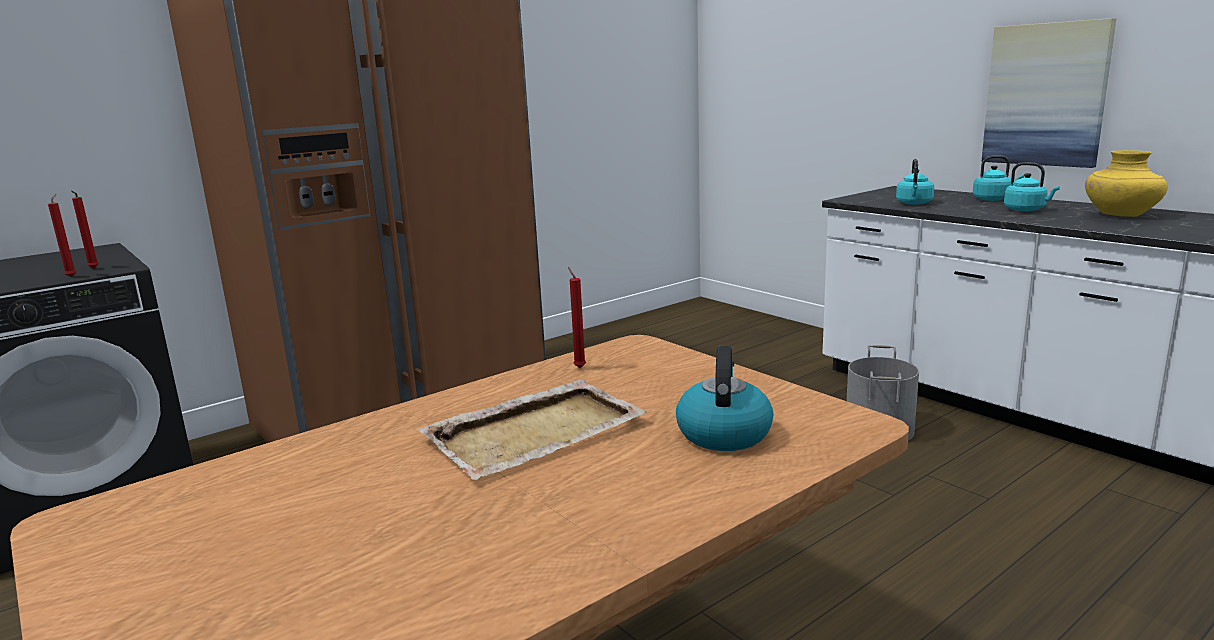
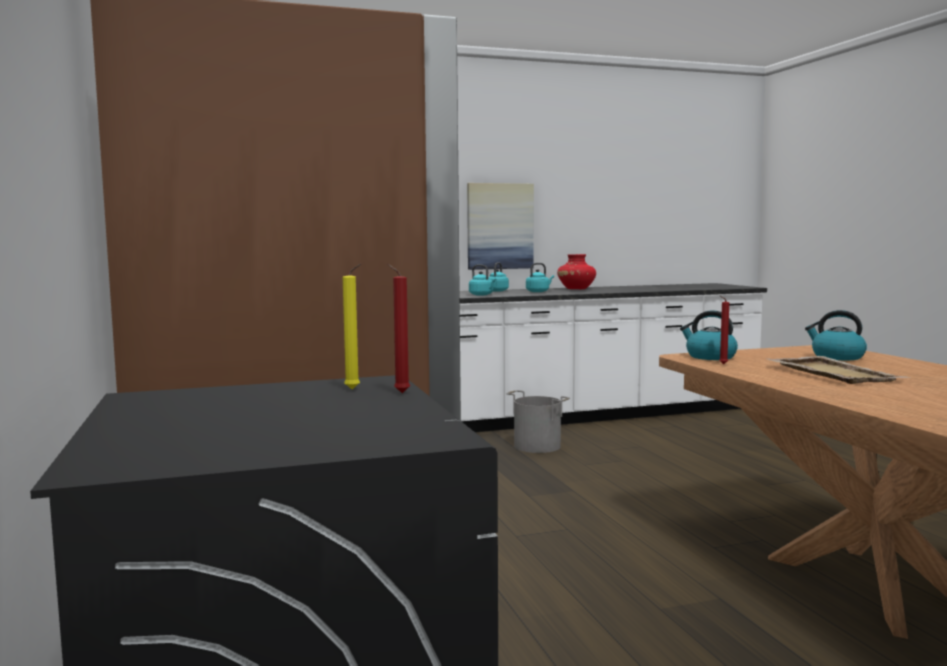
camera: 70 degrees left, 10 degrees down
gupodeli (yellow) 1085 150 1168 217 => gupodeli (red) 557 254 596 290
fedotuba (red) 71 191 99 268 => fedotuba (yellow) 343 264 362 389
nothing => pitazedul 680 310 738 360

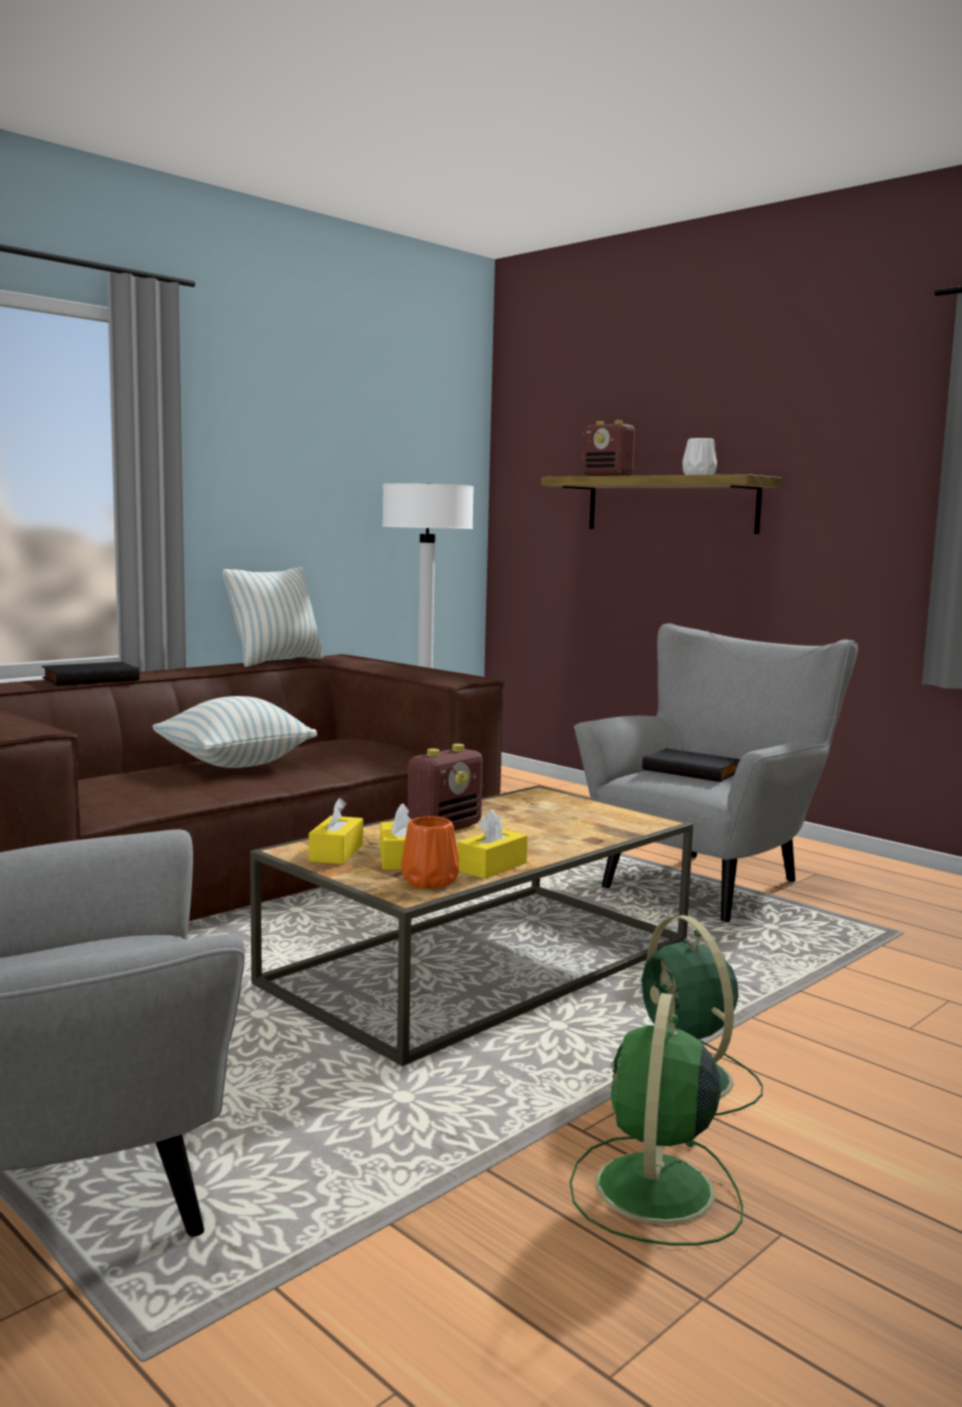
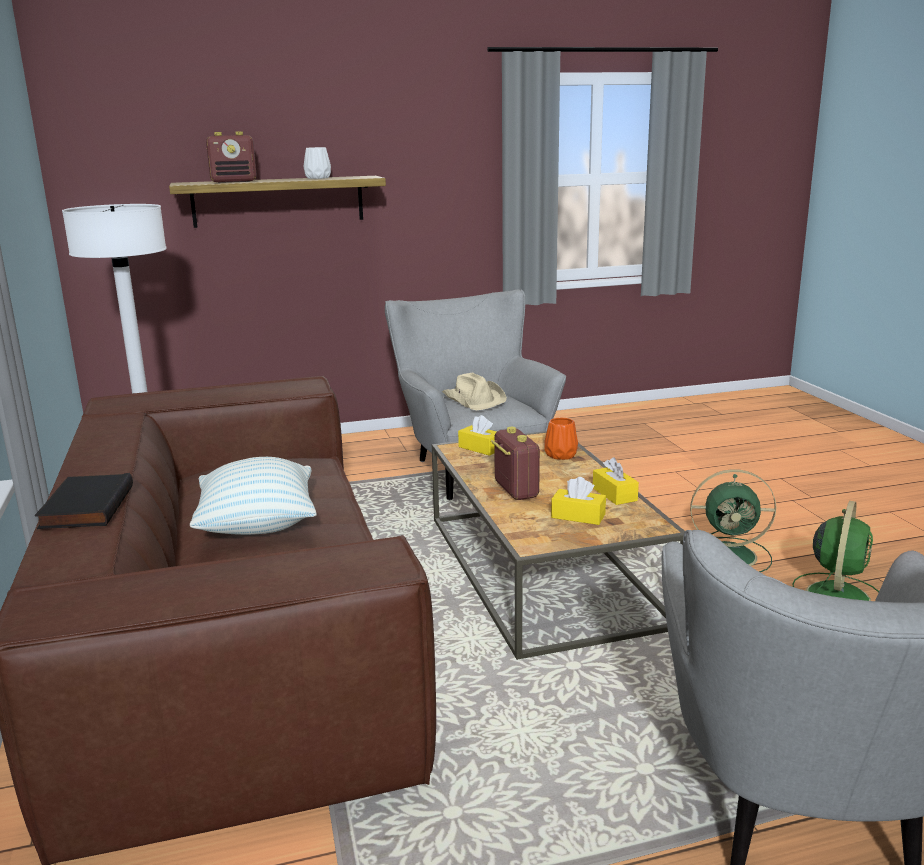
camera: 60 degrees left, 10 degrees up
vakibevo 223 567 324 667 => nothing
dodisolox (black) 642 748 741 782 => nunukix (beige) 442 373 507 410
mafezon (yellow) 309 798 363 864 => mafezon (yellow) 458 415 497 456, relocated
gupodeli (orange) 401 816 459 889 => gupodeli (orange) 544 418 578 460, relocated
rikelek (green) 570 993 743 1246 => rikelek (green) 792 501 879 601, 105 degrees counterclockwise

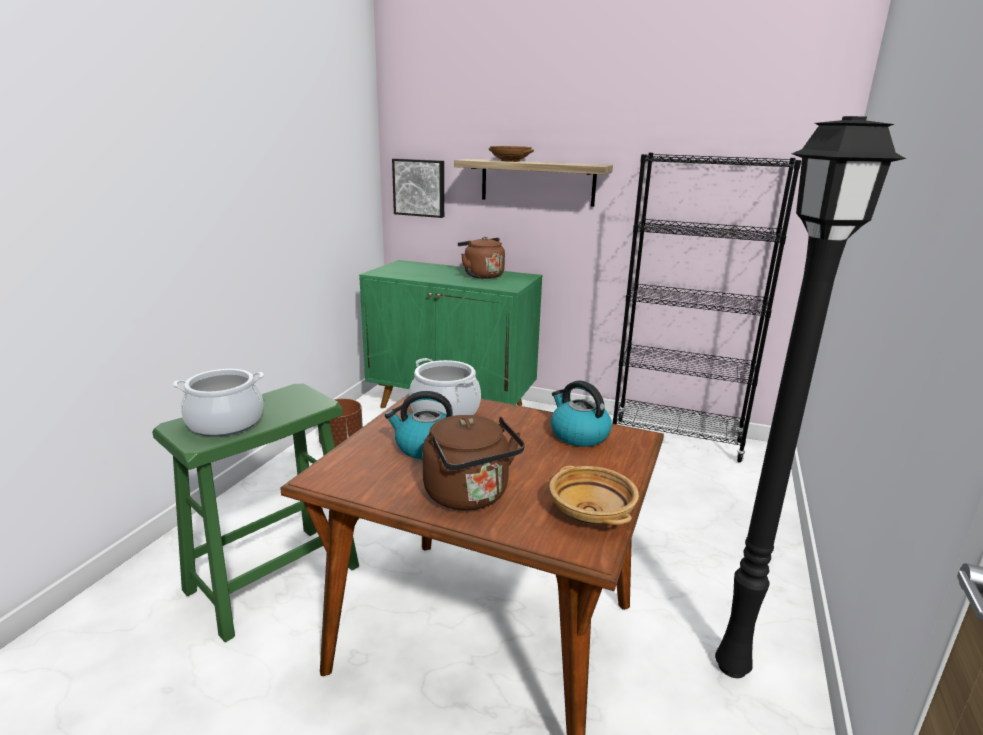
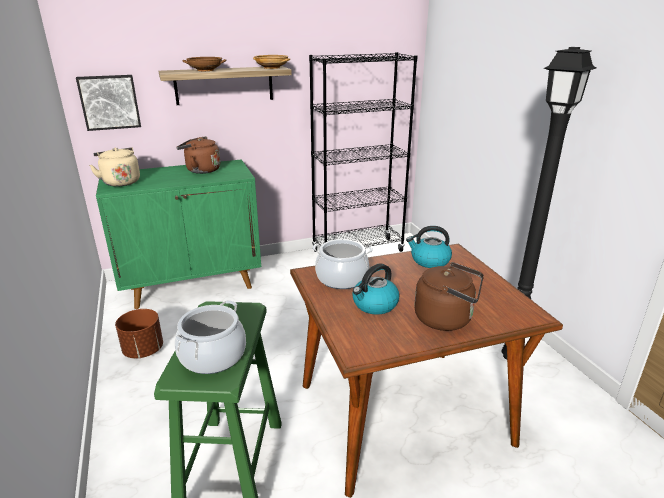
camera: 40 degrees left, 5 degrees up
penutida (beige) 549 466 639 525 => penutida (beige) 253 55 290 69, relocated
nothing => pitazedul (beige) 89 147 140 187

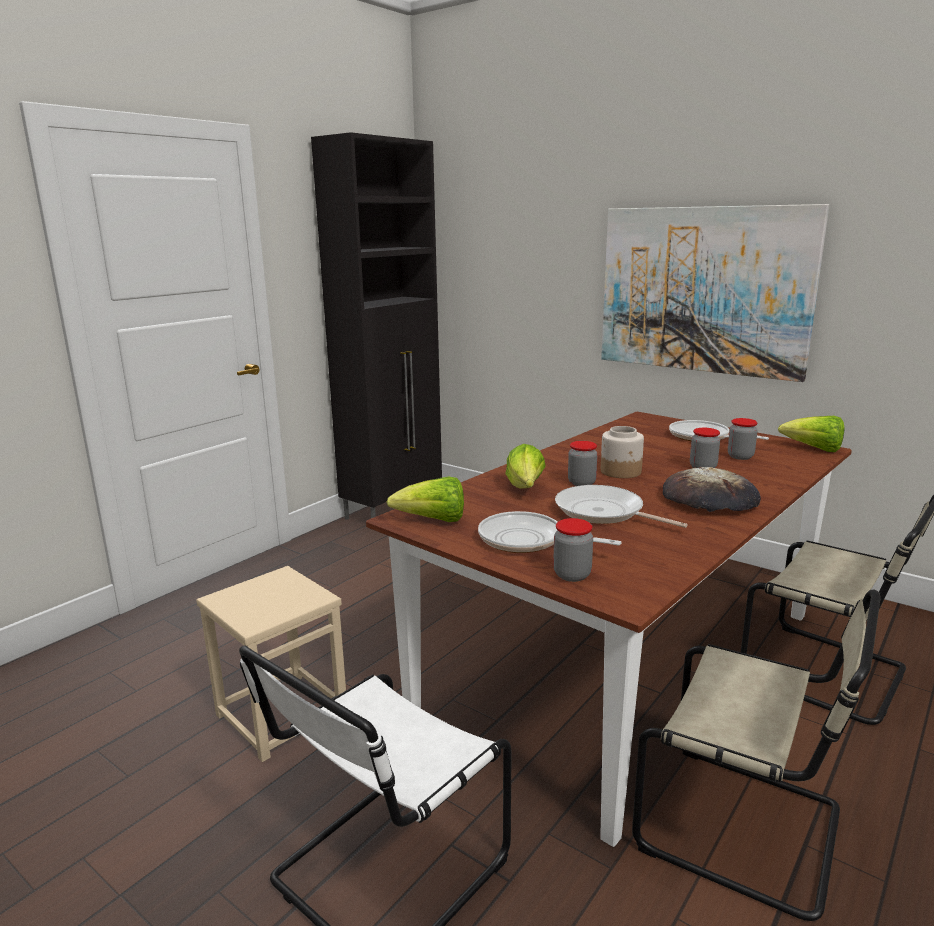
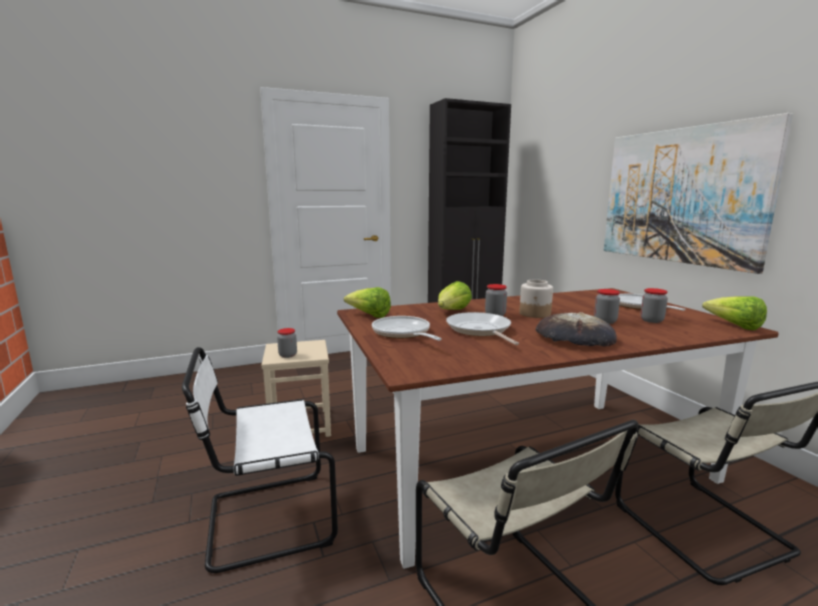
camera: 30 degrees right, 5 degrees down
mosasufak 553 518 593 582 => mosasufak 277 328 297 358, relocated

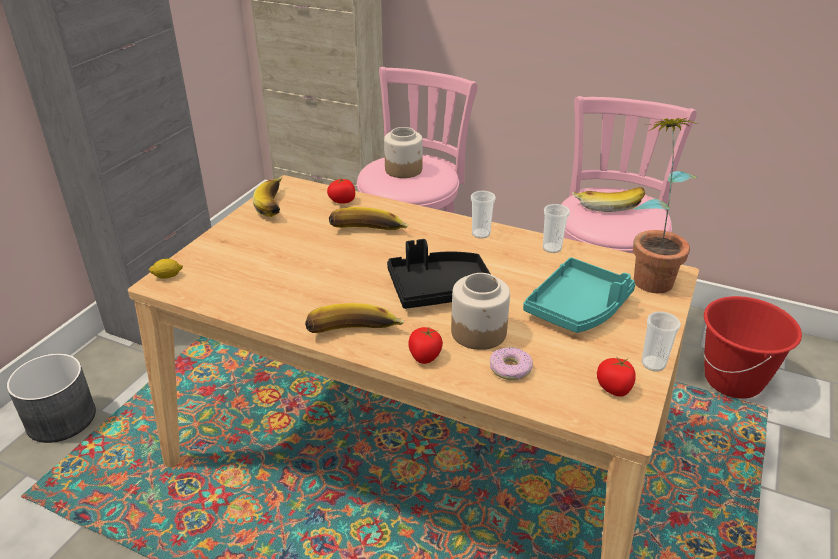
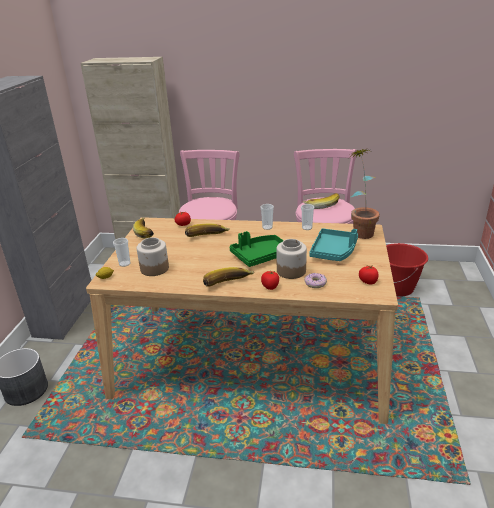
camera: 15 degrees left, 5 degrees down
mosasufak 384 127 423 178 => mosasufak 137 237 169 276, relocated
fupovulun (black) 387 239 490 309 => fupovulun (green) 230 231 284 267
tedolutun 642 312 681 372 => tedolutun 113 238 130 267, relocated

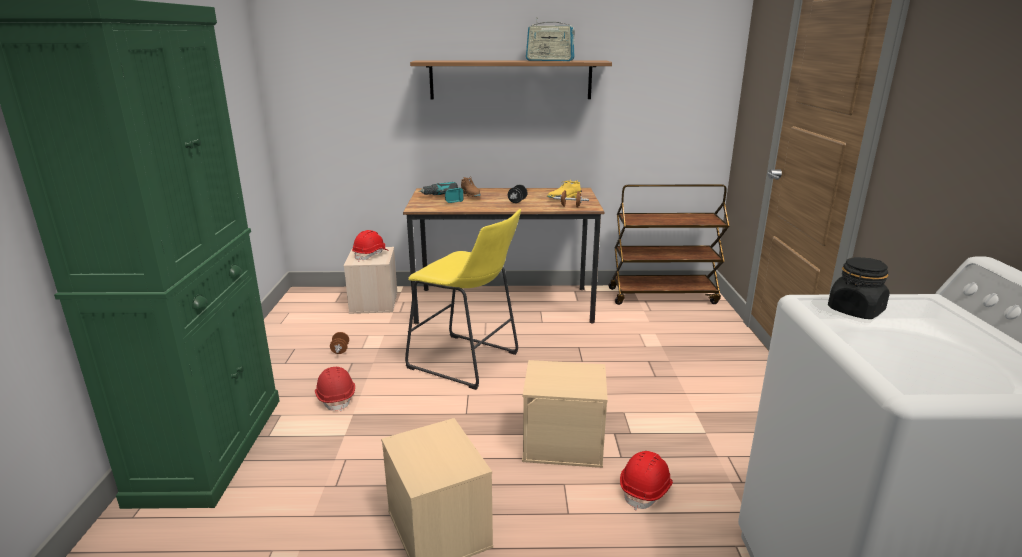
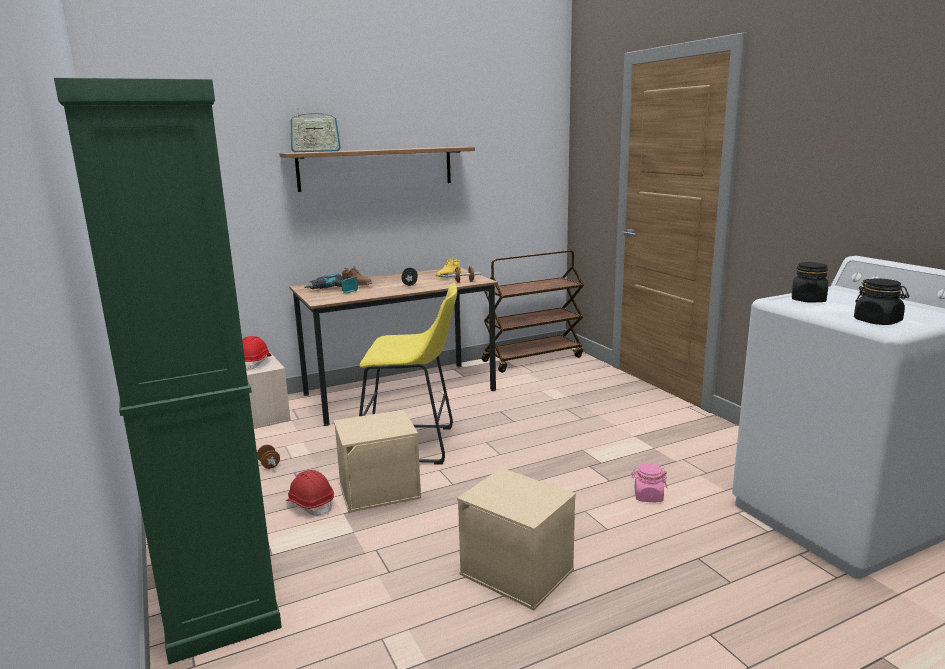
camera: 25 degrees left, 5 degrees down
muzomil 526 18 575 61 => muzomil 289 109 341 152, relocated
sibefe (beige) 522 360 608 468 => sibefe (beige) 334 410 422 513, relocated
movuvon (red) 620 451 673 511 => mosasufak (pink) 631 463 667 502
nothing => mosasufak (black) 854 279 909 325

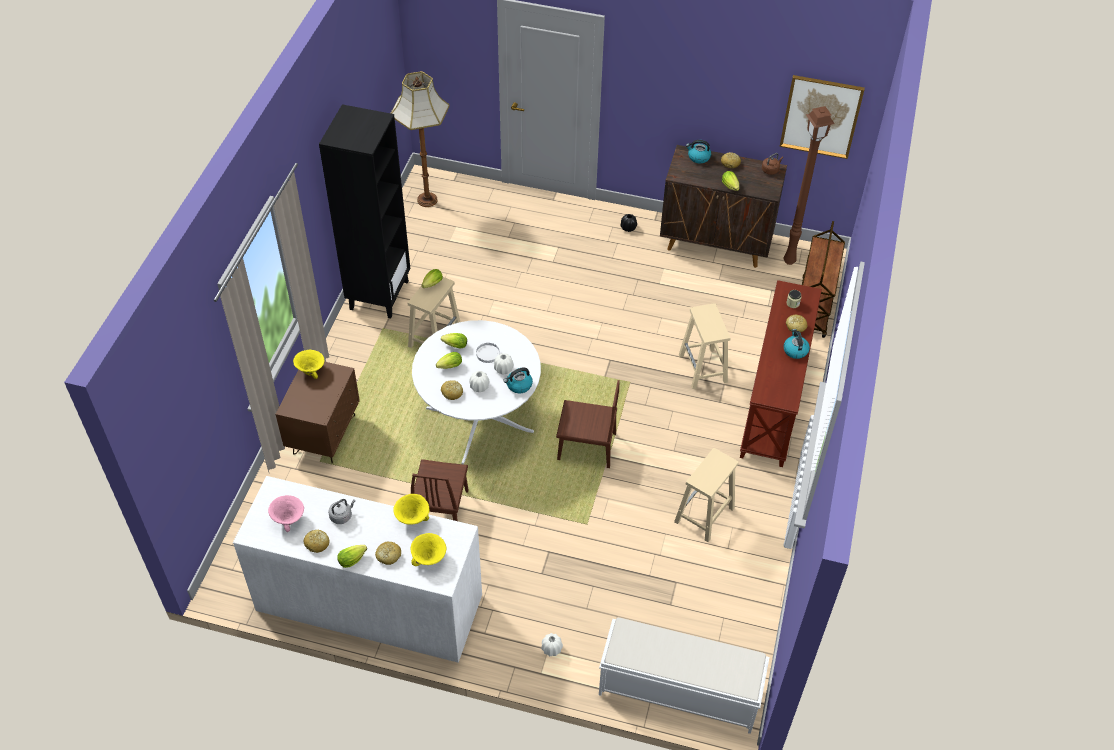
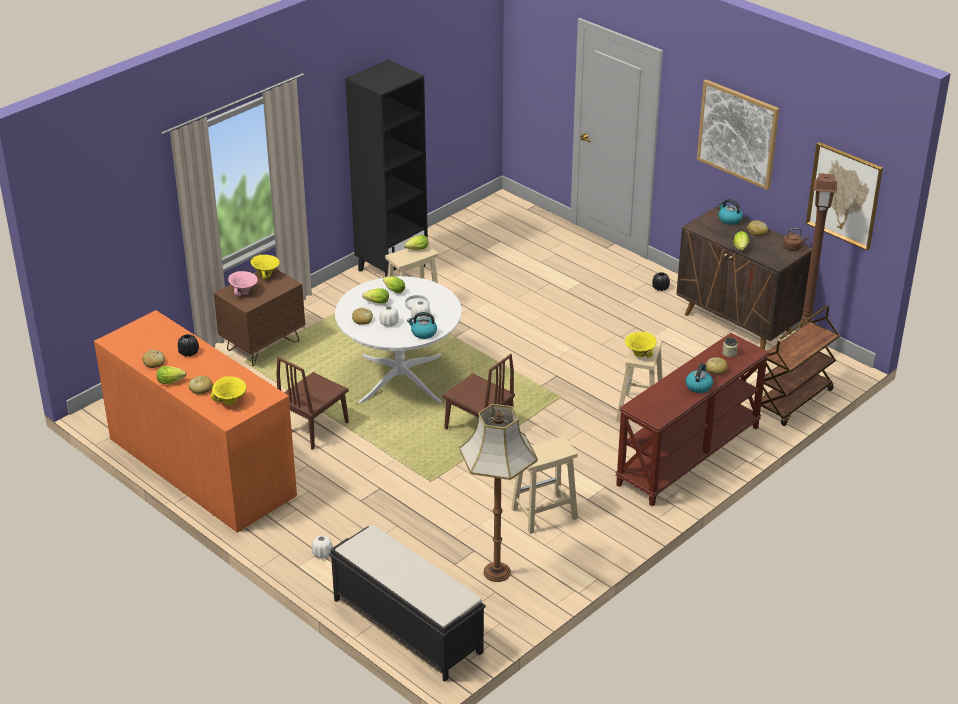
camera: 30 degrees right, 15 degrees down
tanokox 391 71 450 207 => tanokox 459 404 538 582, relocated
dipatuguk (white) 233 476 482 662 => dipatuguk (orange) 94 310 297 533
penutida (yellow) 393 494 429 525 => penutida (yellow) 625 332 656 357, relocated
penutida (pink) 268 495 304 532 => penutida (pink) 228 271 258 297, relocated
pitazedul (grey) 328 499 355 524 => gupodeli (black) 178 334 199 357
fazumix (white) 599 618 769 734 => fazumix (black) 329 525 486 682
nothing => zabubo 697 80 779 190

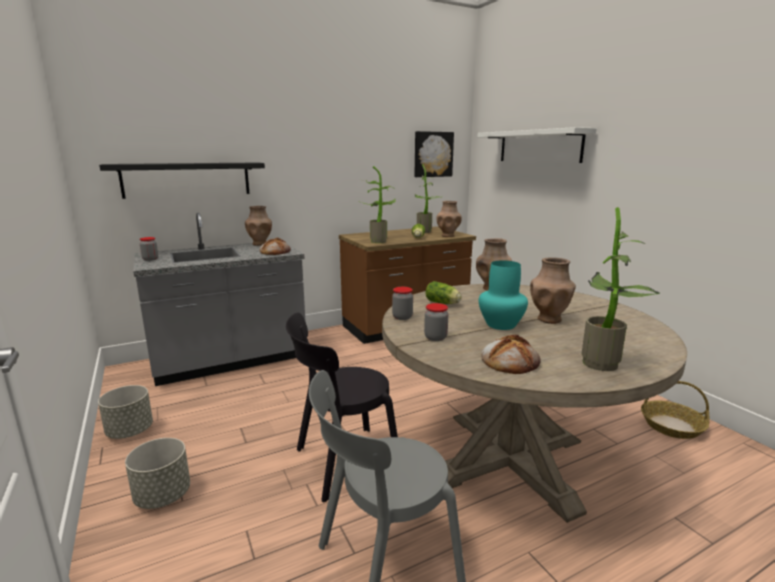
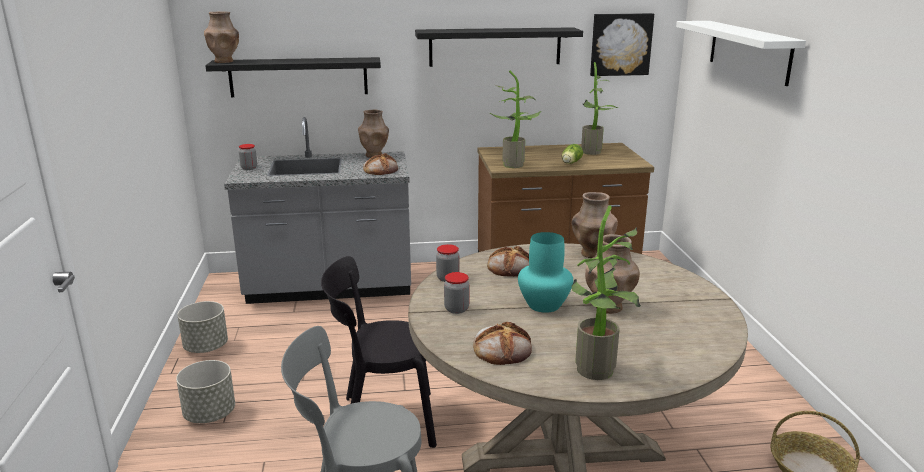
camera: 20 degrees right, 5 degrees up
gupodeli (brown) 437 201 462 237 => gupodeli (brown) 204 11 239 63, relocated
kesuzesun 425 281 462 304 => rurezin 487 246 529 277
nothing => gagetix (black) 415 27 583 67

